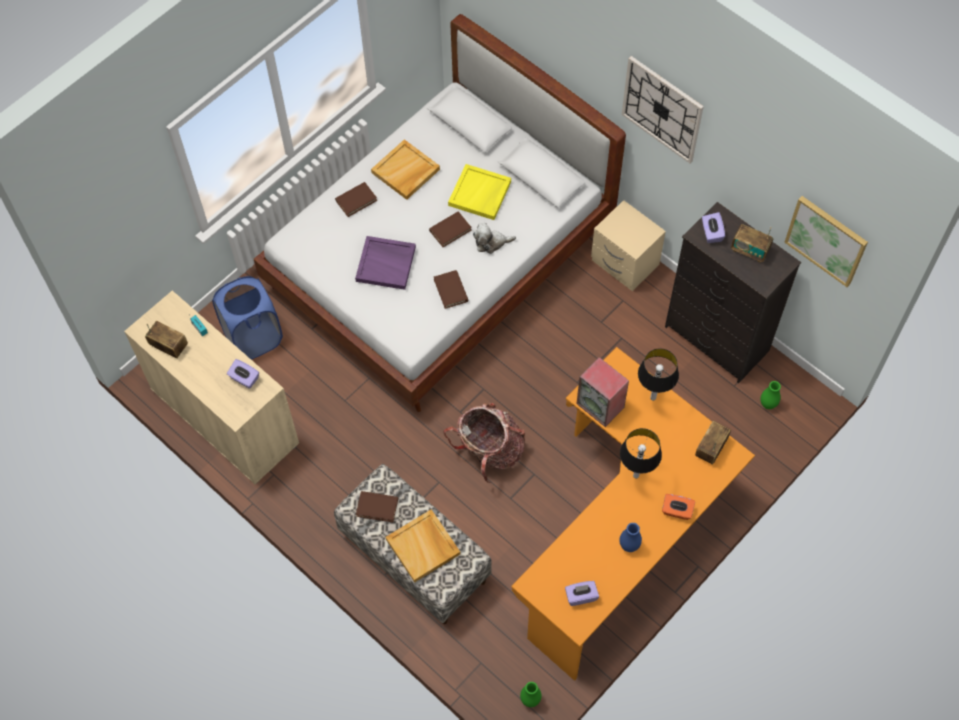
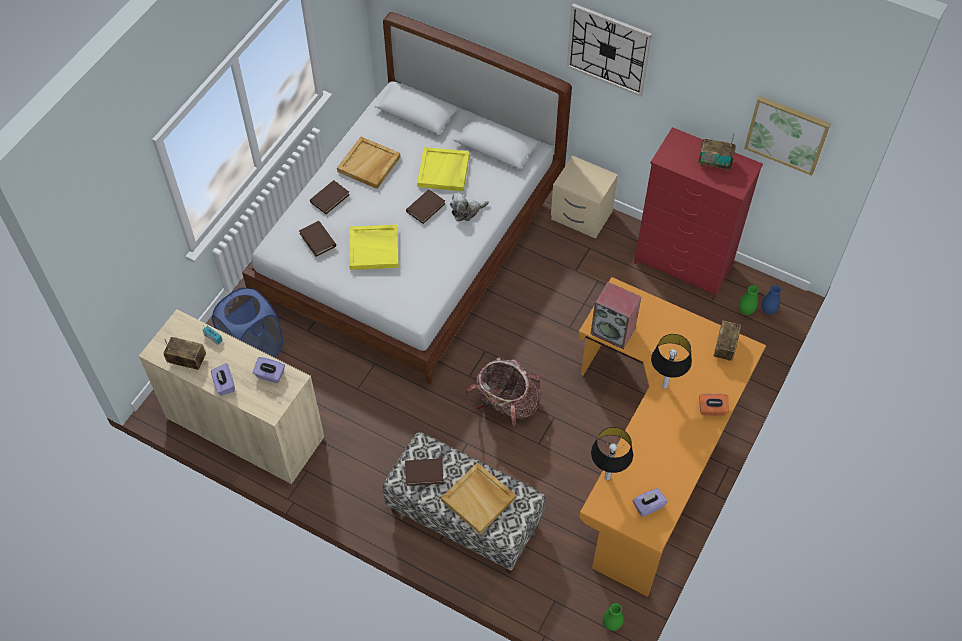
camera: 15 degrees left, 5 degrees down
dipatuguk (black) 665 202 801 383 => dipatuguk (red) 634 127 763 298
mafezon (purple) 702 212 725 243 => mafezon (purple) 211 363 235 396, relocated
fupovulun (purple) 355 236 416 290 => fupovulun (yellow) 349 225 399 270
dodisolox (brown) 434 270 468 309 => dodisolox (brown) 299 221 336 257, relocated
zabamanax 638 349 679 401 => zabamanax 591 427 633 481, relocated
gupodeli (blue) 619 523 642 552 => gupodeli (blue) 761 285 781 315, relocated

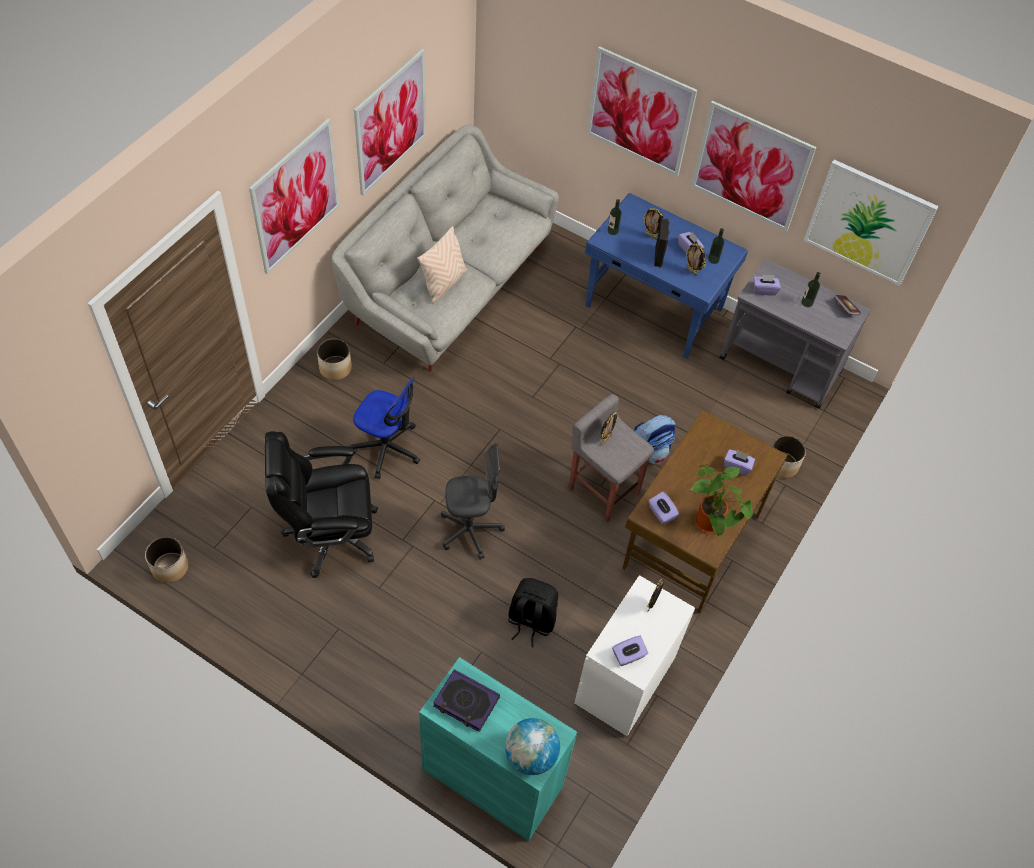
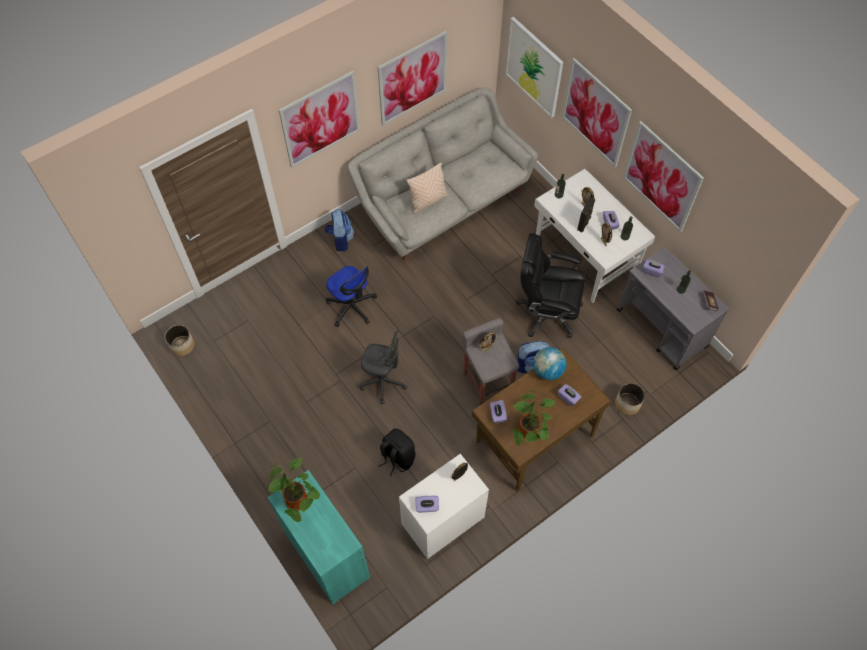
camera: 25 degrees right, 5 degrees up
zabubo 804 160 939 286 => zabubo 506 17 563 118, relocated
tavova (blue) 585 193 748 358 => tavova (white) 534 169 655 303
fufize 317 338 352 380 => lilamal 325 209 354 251
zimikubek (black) 265 431 378 578 => zimikubek (black) 516 233 585 338, relocated
dodisolox 433 669 500 732 => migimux 268 457 320 522
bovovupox 505 718 560 775 => bovovupox 533 347 567 380, relocated

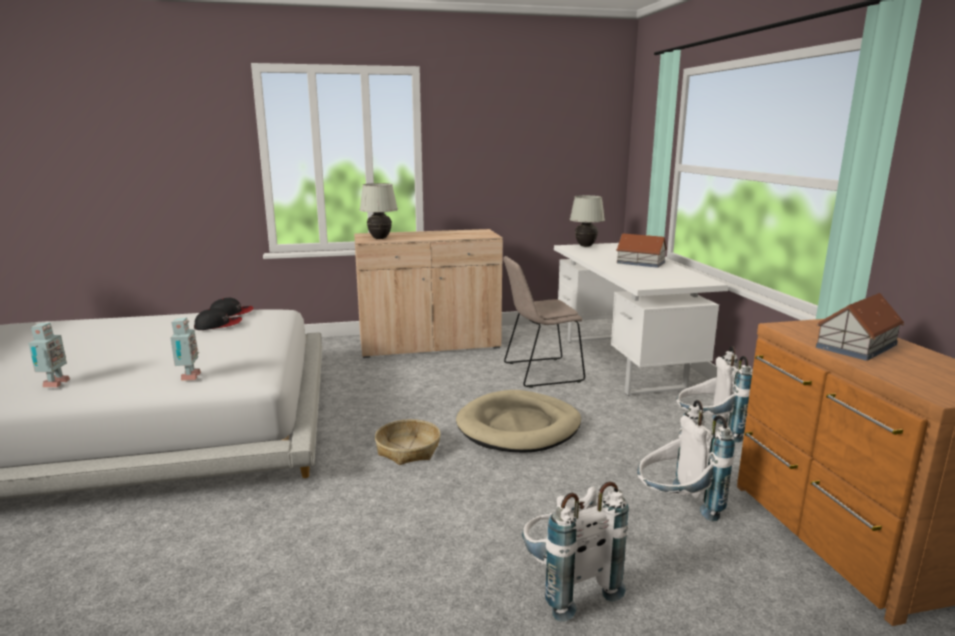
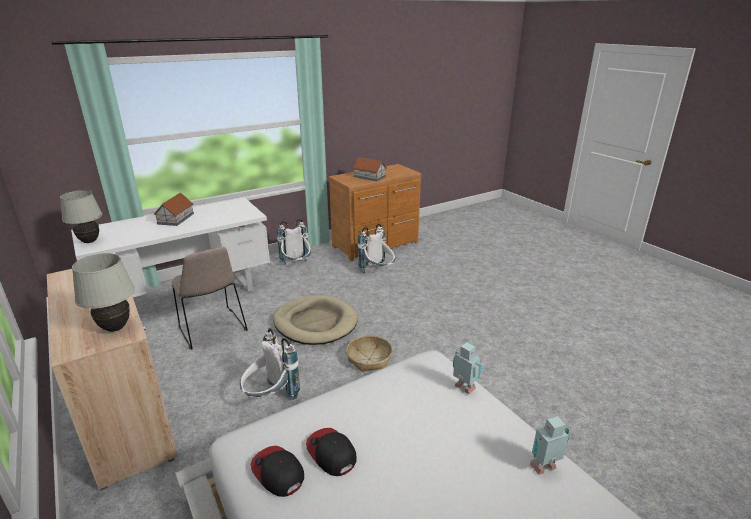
camera: 110 degrees left, 10 degrees up
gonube 170 318 201 381 => gonube 453 342 481 394, 75 degrees clockwise
lilamal (white) 522 481 629 622 => lilamal (white) 240 328 300 400, relocated

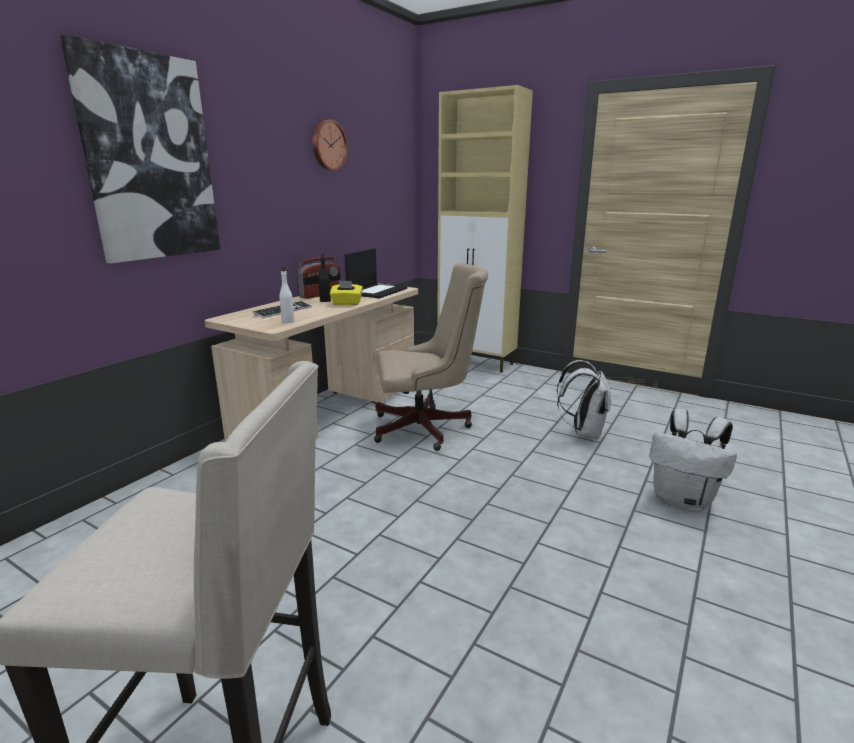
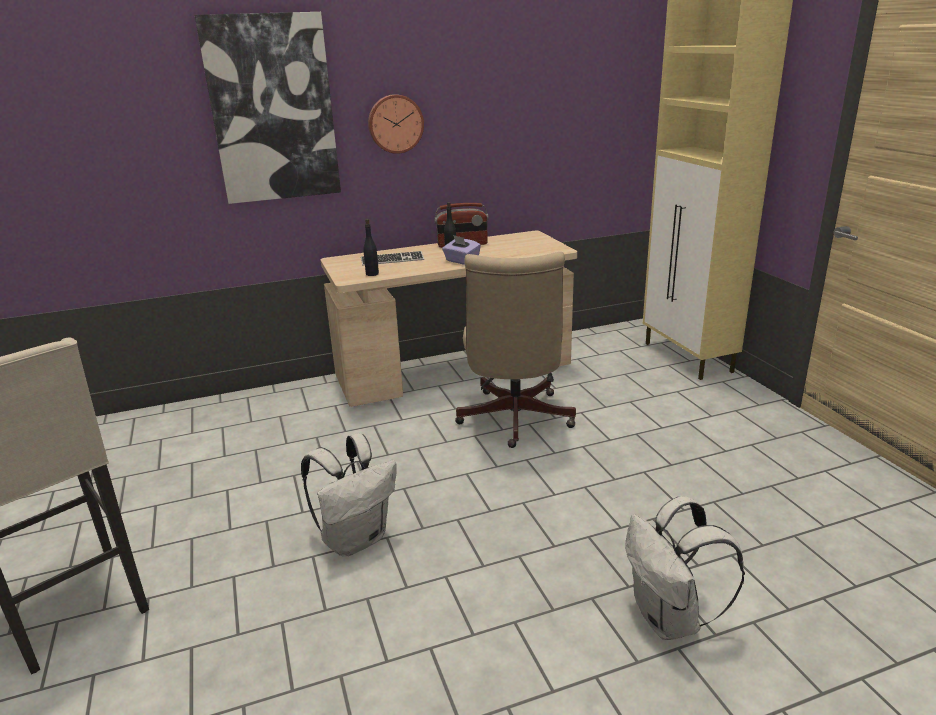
camera: 40 degrees right, 5 degrees up
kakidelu 312 120 348 171 => kakidelu 368 94 424 154, relocated
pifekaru 345 248 407 298 => nothing
zimikubek (beige) 374 263 488 451 => zimikubek (beige) 455 252 576 448, 60 degrees clockwise
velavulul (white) 279 266 295 323 => velavulul (black) 363 219 379 276
mafezon (yellow) 330 280 363 305 => mafezon (purple) 442 235 481 265
lilamal (white) 557 360 611 440 => lilamal (white) 301 433 397 556, relocated

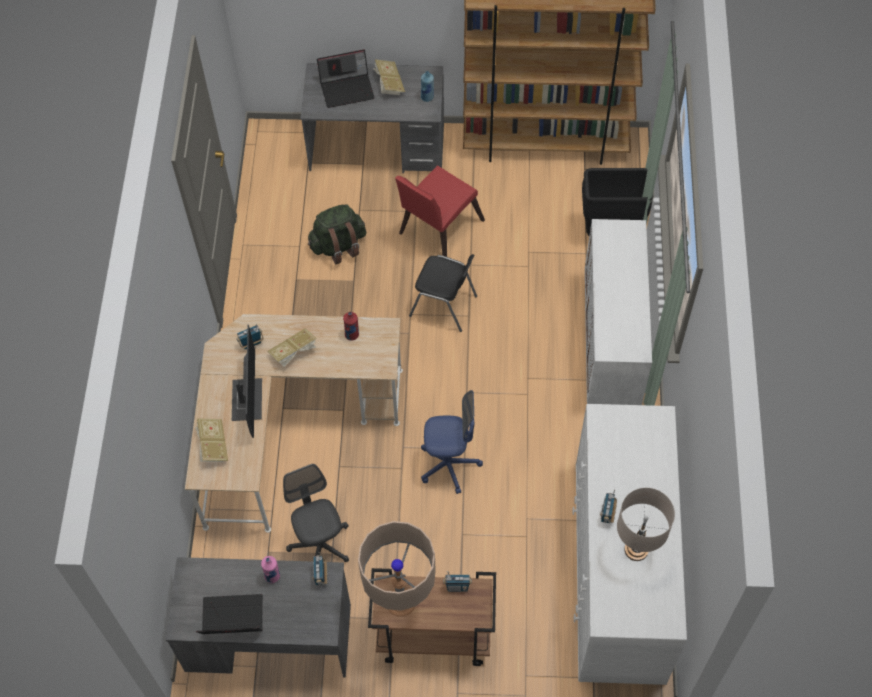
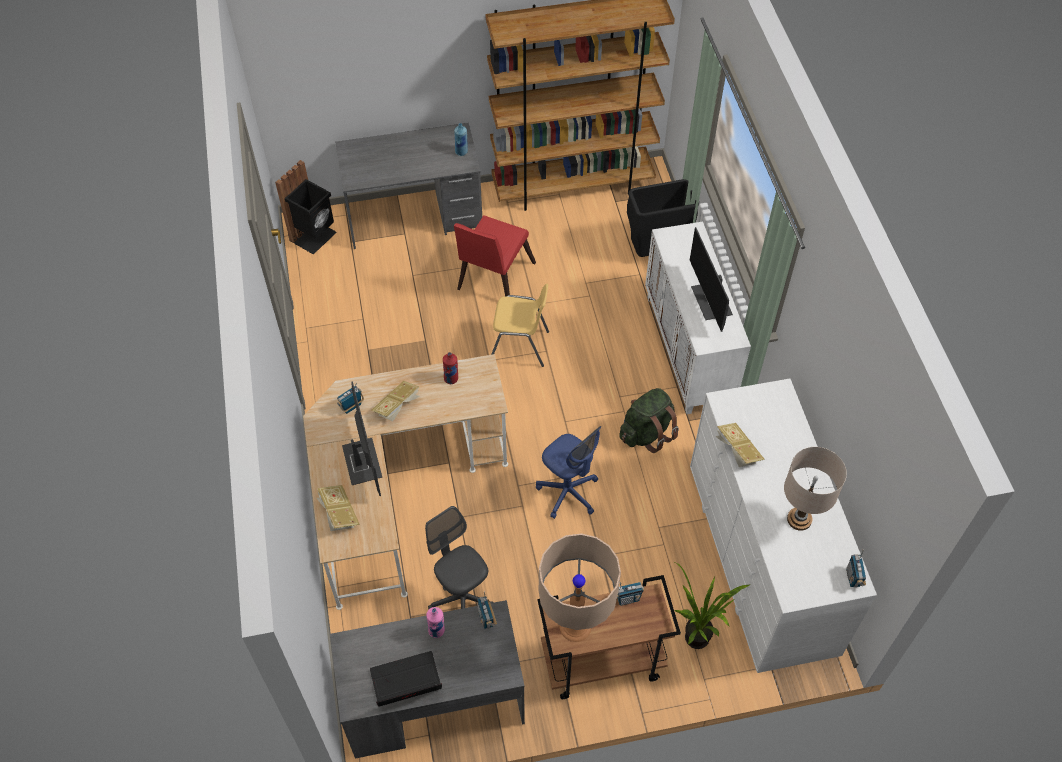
camera: 15 degrees left, 5 degrees down
pifekaru 317 50 374 108 => nothing
dodisolox 373 59 405 95 => dodisolox 715 423 765 467, relocated
lilamal (green) 308 204 366 264 => lilamal (green) 619 388 679 453, relocated
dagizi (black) 409 254 477 332 => dagizi (yellow) 491 284 549 367
zimikubek (blue) 421 390 483 494 => zimikubek (blue) 536 426 601 519, 60 degrees clockwise
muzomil 600 489 617 523 => muzomil 846 549 866 587, relocated
nothing => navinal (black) 275 160 337 255
nothing => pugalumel 690 227 733 332
nothing => migimux 675 563 749 649

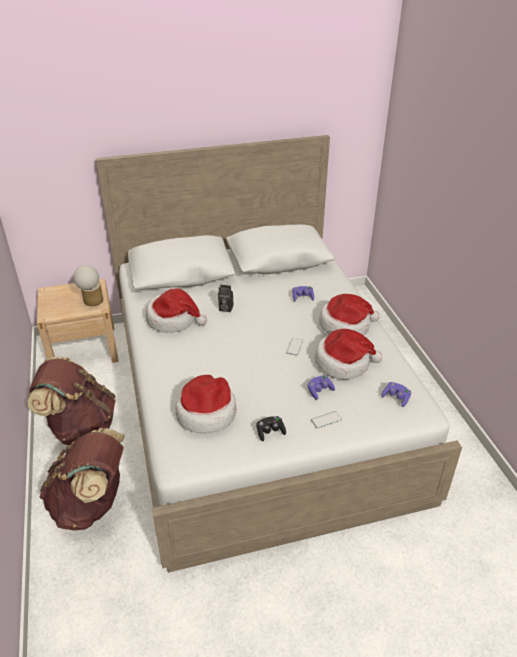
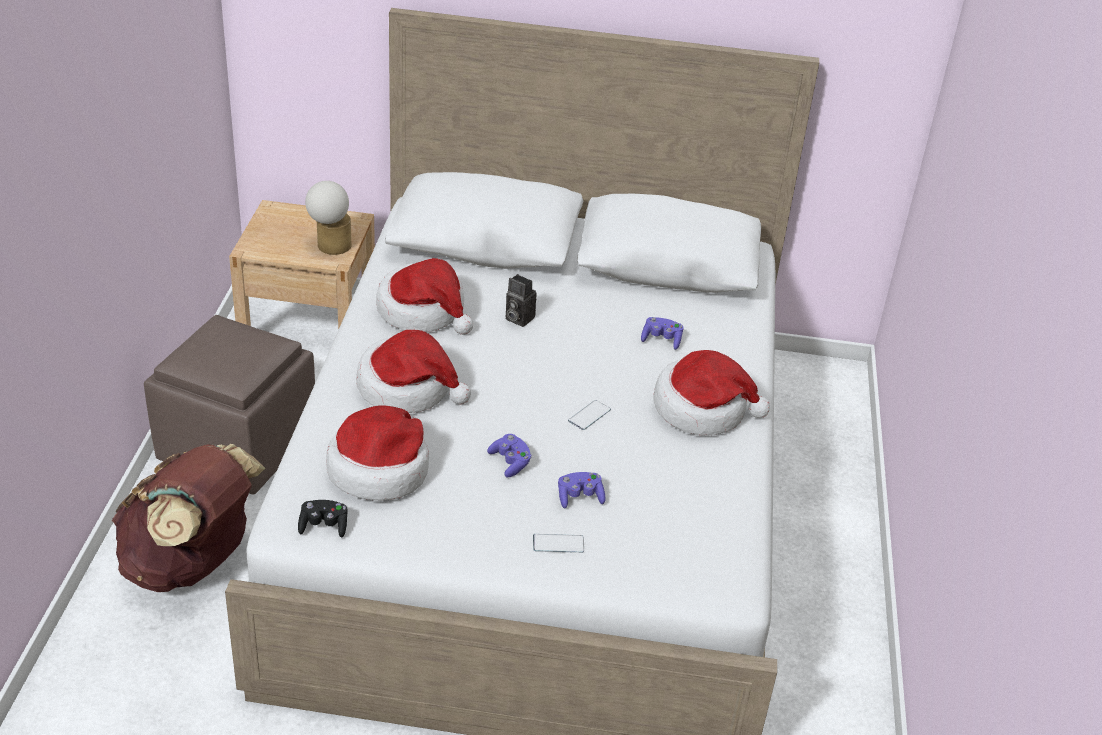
camera: 20 degrees right, 0 degrees up
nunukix 315 329 382 380 => nunukix 356 330 471 413, relocated
lilamal (brown) 28 357 116 445 => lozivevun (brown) 144 315 315 495
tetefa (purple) 381 382 411 407 => tetefa (purple) 487 434 532 477, relocated
tetefa (black) 256 416 286 441 => tetefa (black) 298 500 348 538, relocated

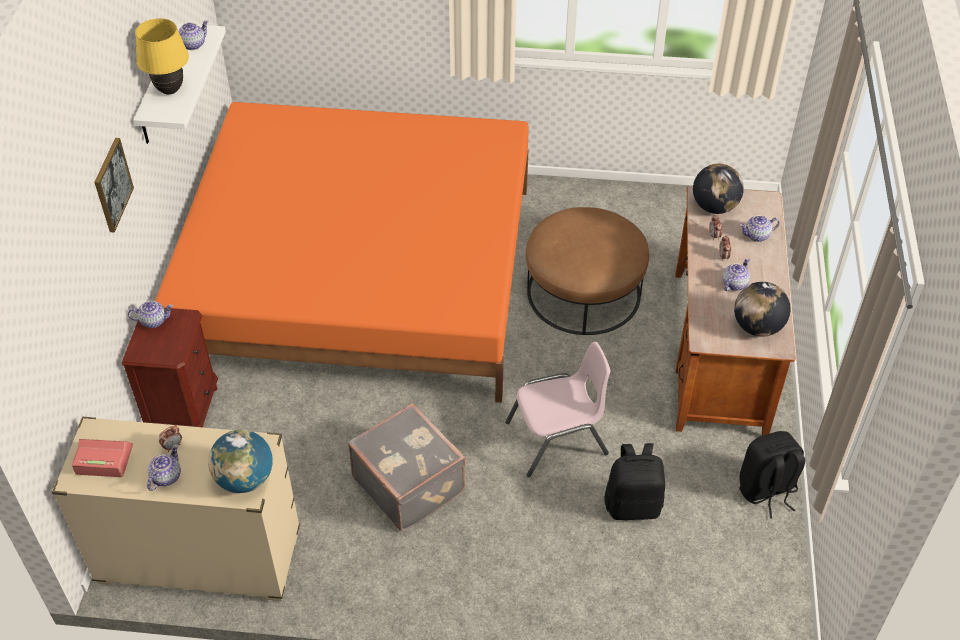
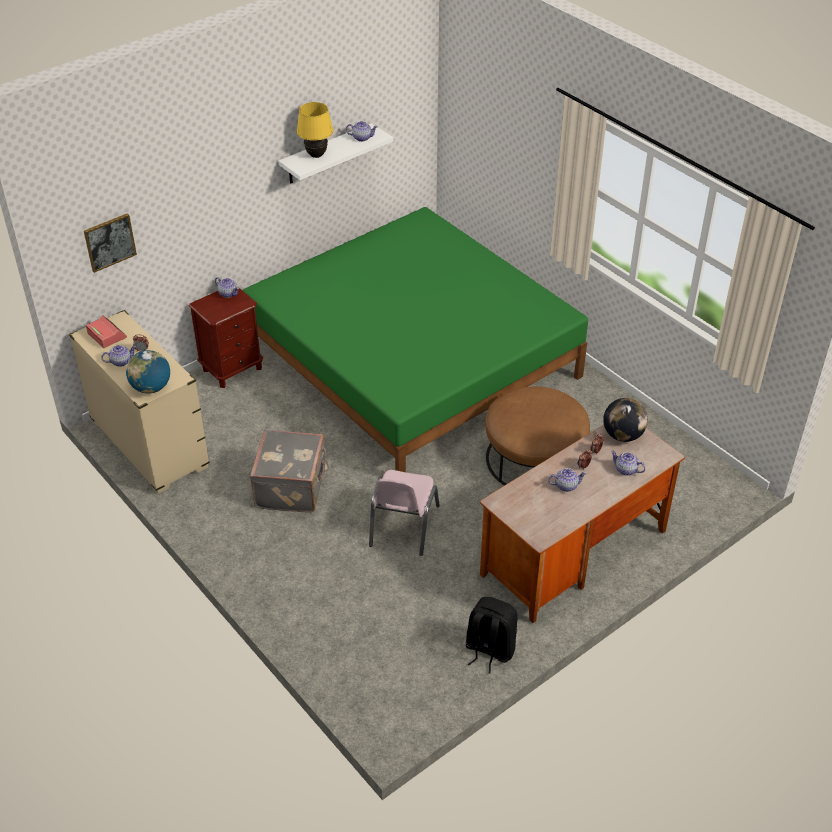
camera: 45 degrees right, 5 degrees down
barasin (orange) 155 102 529 403 => barasin (green) 243 207 588 472
zabubo 94 138 134 233 => zabubo 84 213 137 273, relocated
bovovupox 734 282 791 337 => nothing
dagizi (pink) 505 342 610 477 => dagizi (pink) 369 470 440 556, 75 degrees clockwise
lilamal (black) 604 443 665 520 => nothing

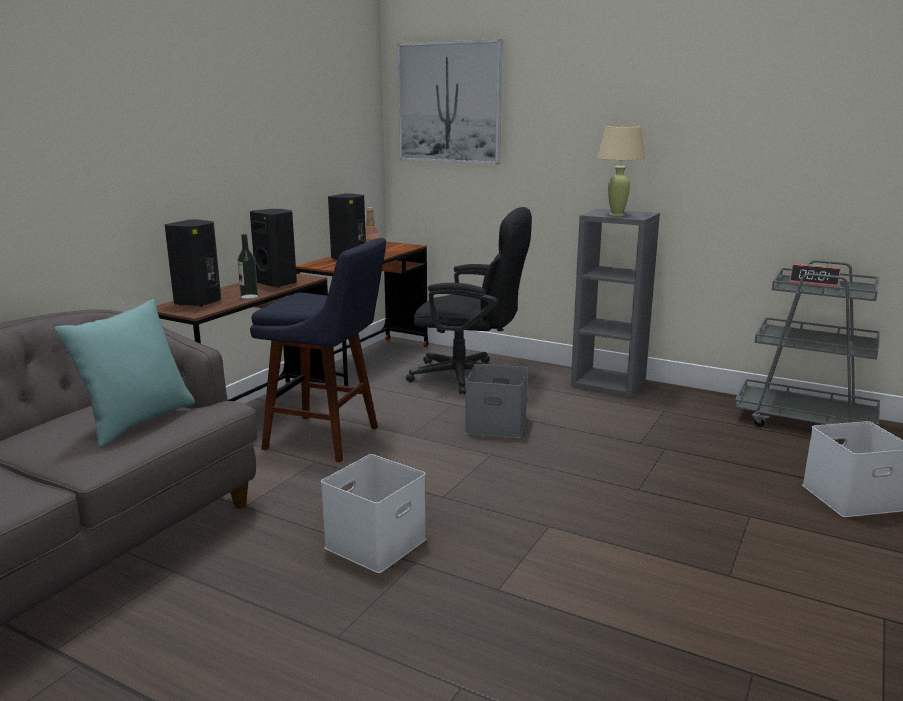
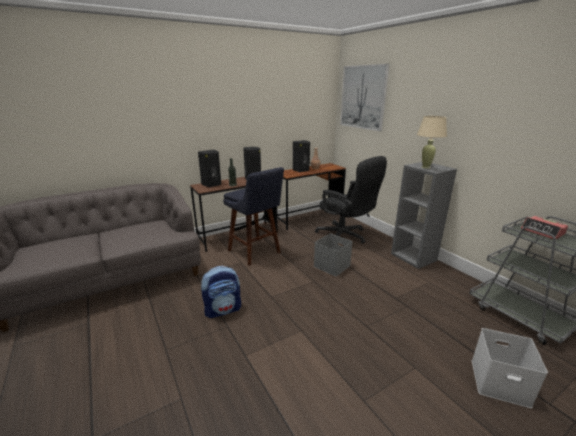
camera: 30 degrees right, 5 degrees up
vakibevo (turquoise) 55 299 195 448 => nothing
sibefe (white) 321 454 427 573 => lilamal 201 266 241 318

